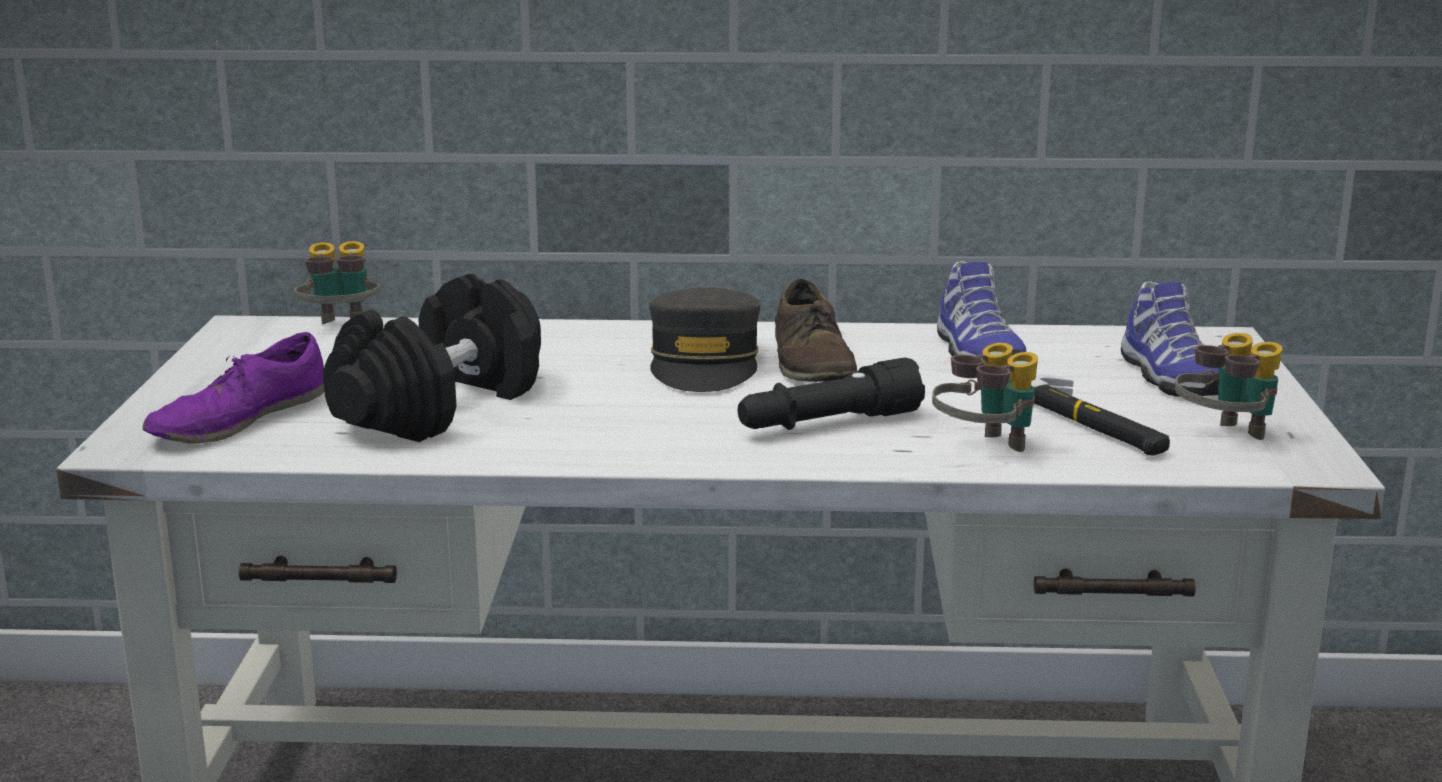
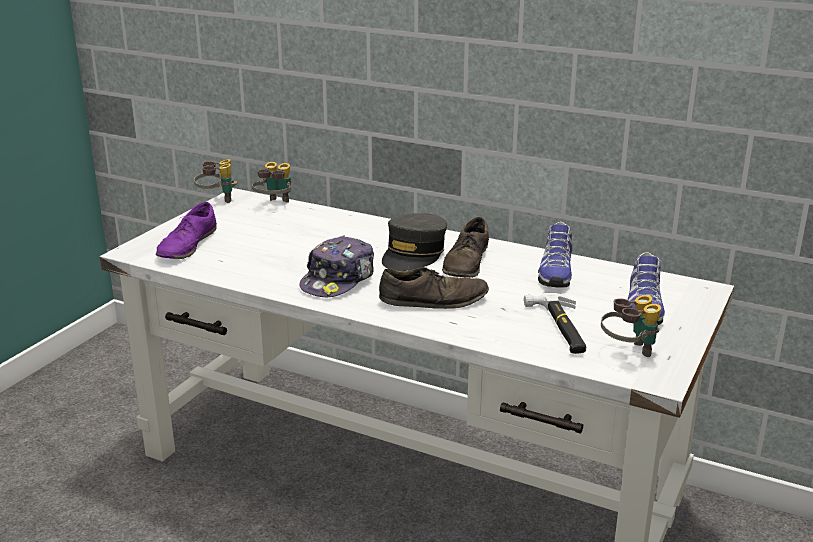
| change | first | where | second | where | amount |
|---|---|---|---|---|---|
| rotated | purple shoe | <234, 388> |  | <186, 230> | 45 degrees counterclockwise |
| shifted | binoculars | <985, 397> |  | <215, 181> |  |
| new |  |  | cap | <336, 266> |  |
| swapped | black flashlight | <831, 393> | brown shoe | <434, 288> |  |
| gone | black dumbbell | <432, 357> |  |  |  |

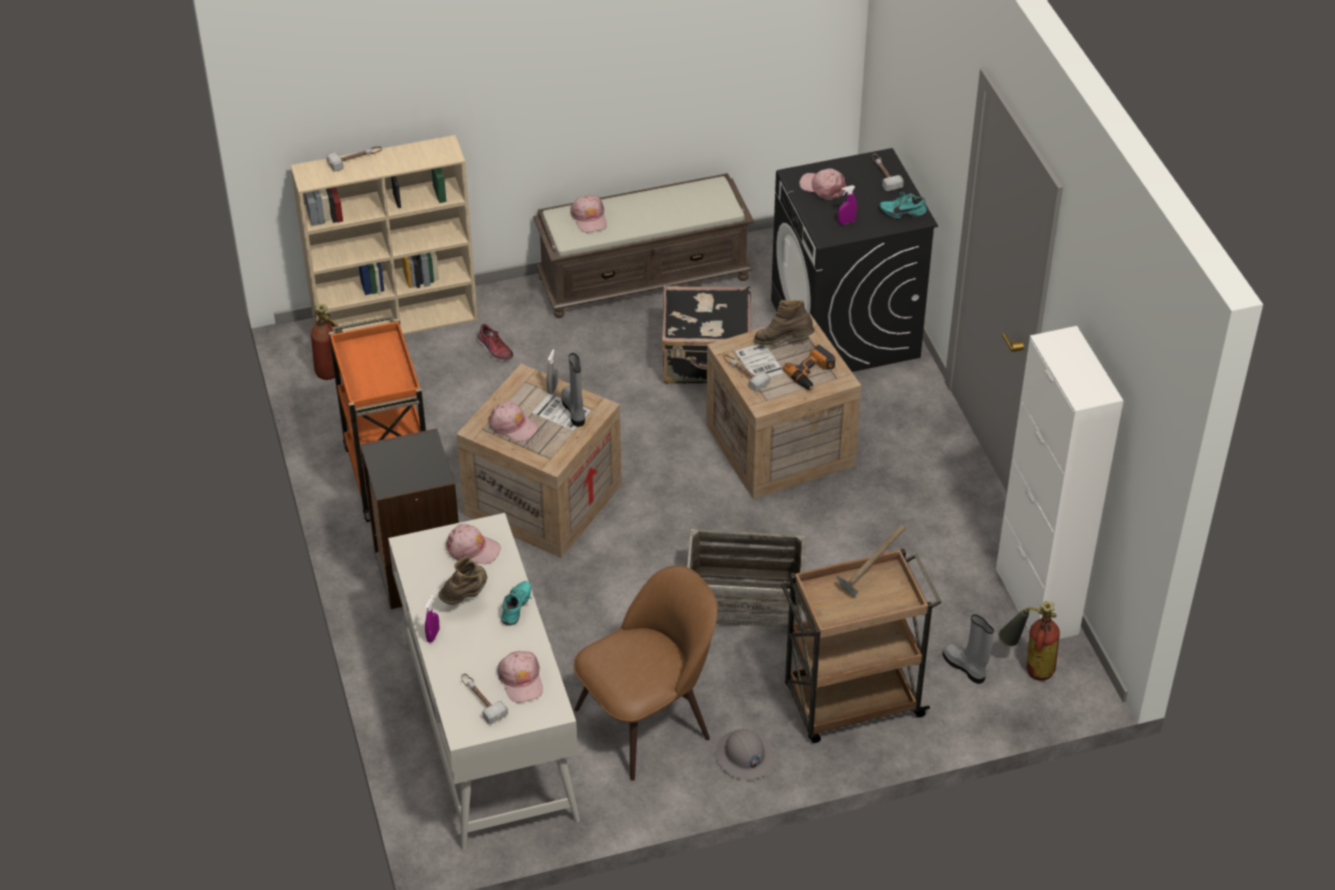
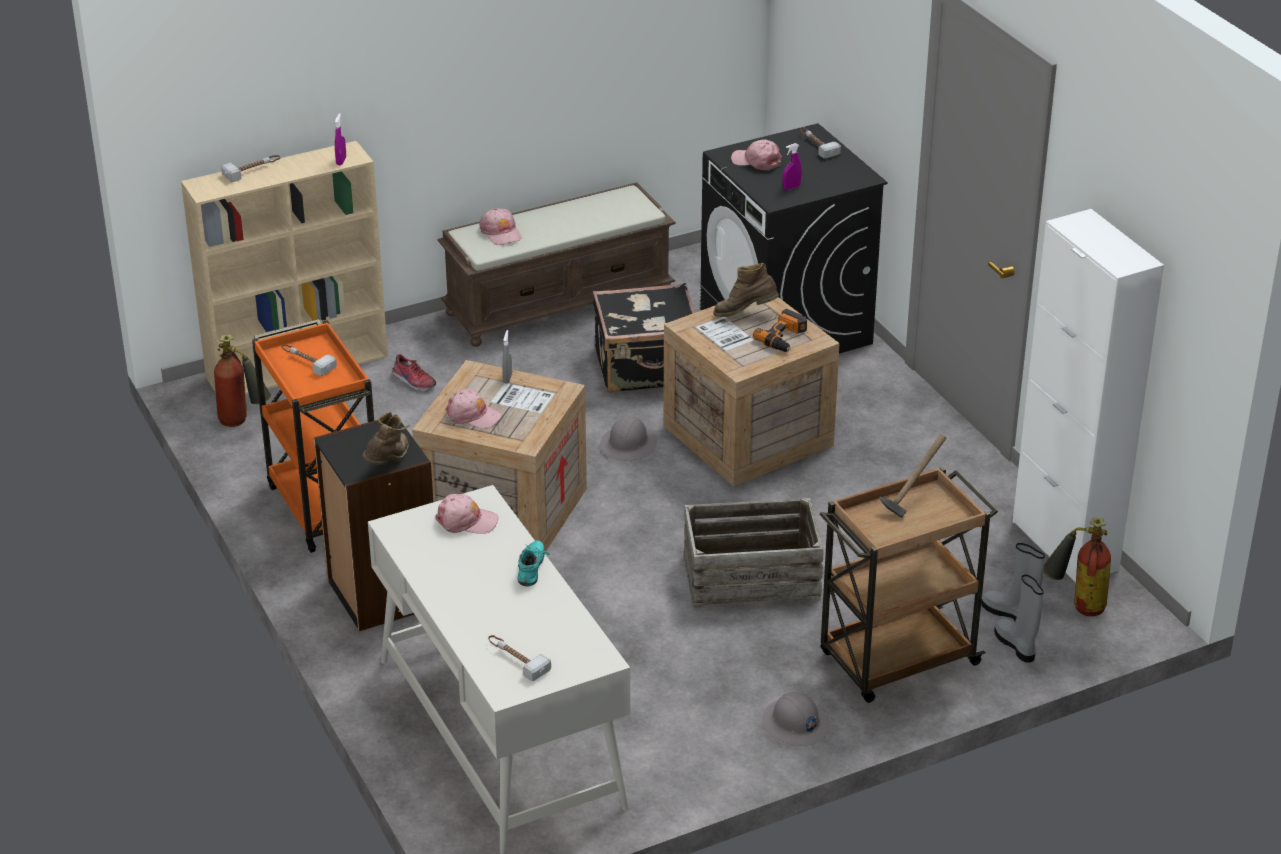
| change | first | where | second | where | amount |
|---|---|---|---|---|---|
| shifted | hammer | <746, 372> |  | <309, 360> |  |
| shifted | purple spray bottle | <432, 618> |  | <340, 139> |  |
| shifted | brown boot | <462, 580> |  | <386, 438> |  |
| new |  |  | grey hard hat | <628, 438> |  |
| shifted | grey boot | <573, 390> |  | <1018, 618> |  |
| gone | pink cap | <520, 677> |  |  |  |
| gone | brown chair | <645, 673> |  |  |  |
| gone | turquoise shoe | <903, 204> |  |  |  |

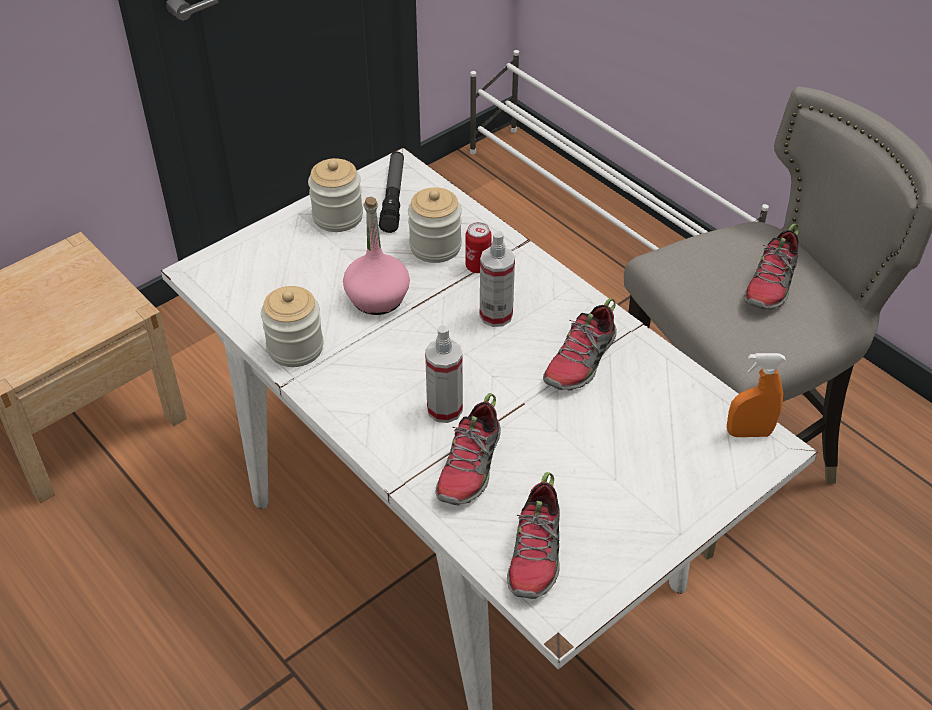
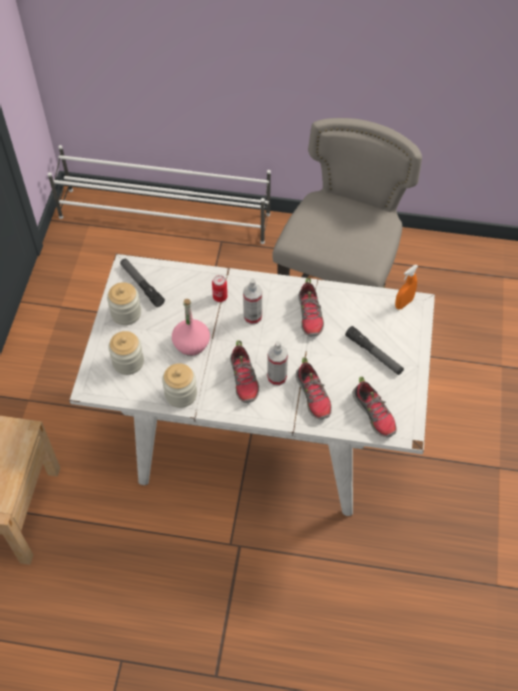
| change | first | where | second | where | amount |
|---|---|---|---|---|---|
| shifted | jar | <435, 225> |  | <126, 353> |  |
| shifted | shoe | <771, 266> |  | <244, 371> |  |
| new |  |  | flashlight | <374, 350> |  |

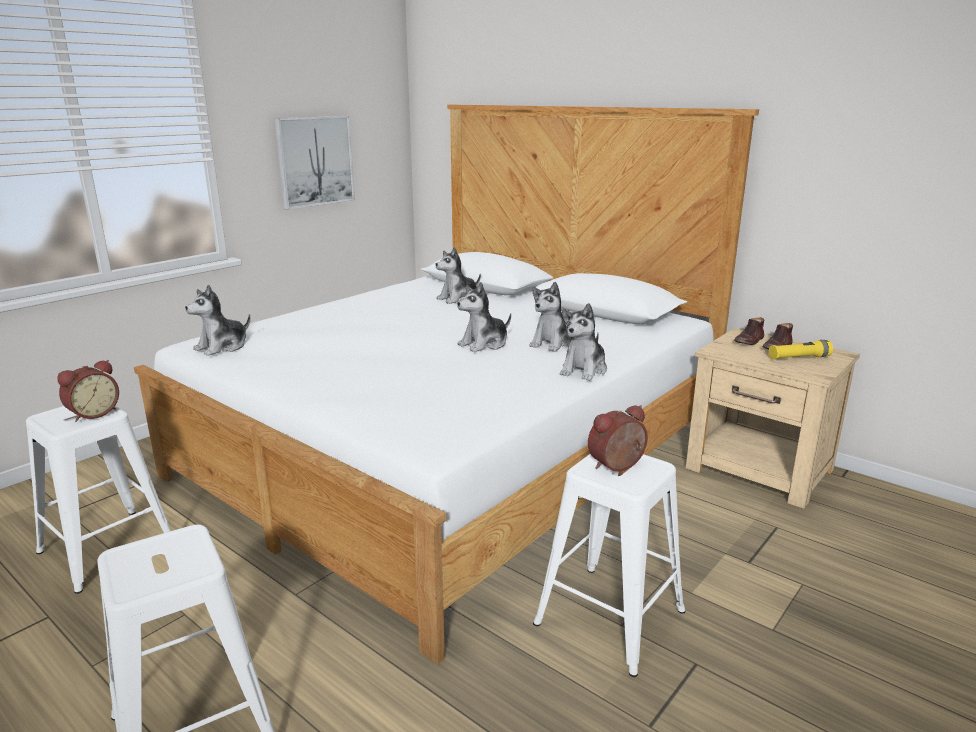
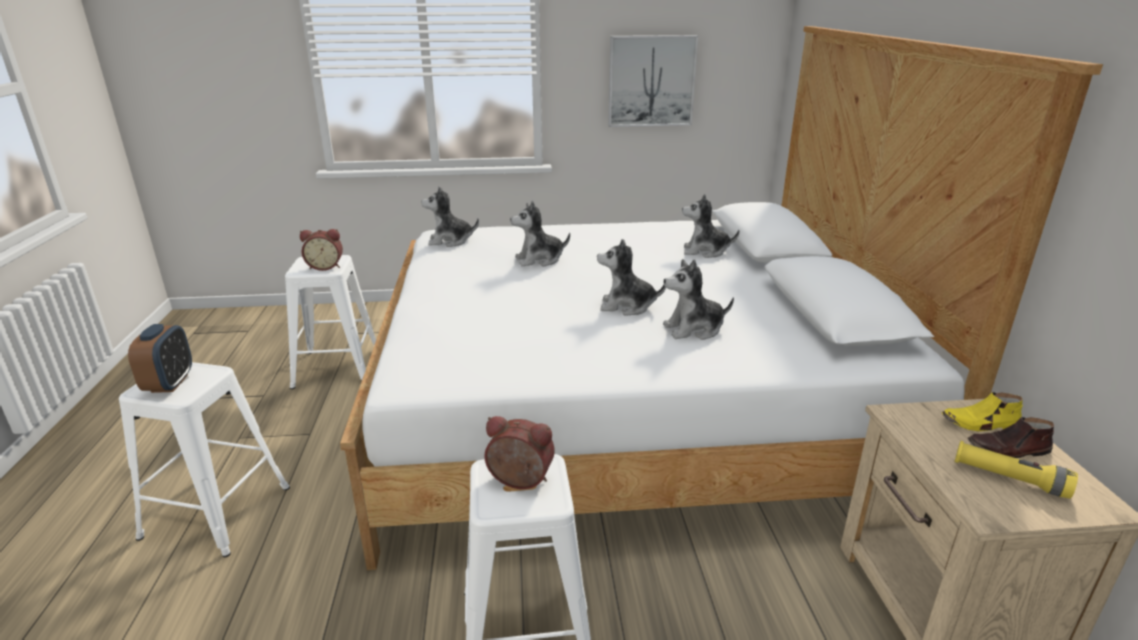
| change | first | where | second | where | amount |
|---|---|---|---|---|---|
| new |  |  | alarm clock | <160, 358> |  |
| shifted | plush toy | <583, 342> |  | <540, 233> |  |
| repainted | brown shoe | <749, 331> | yellow shoe | <982, 411> |  |

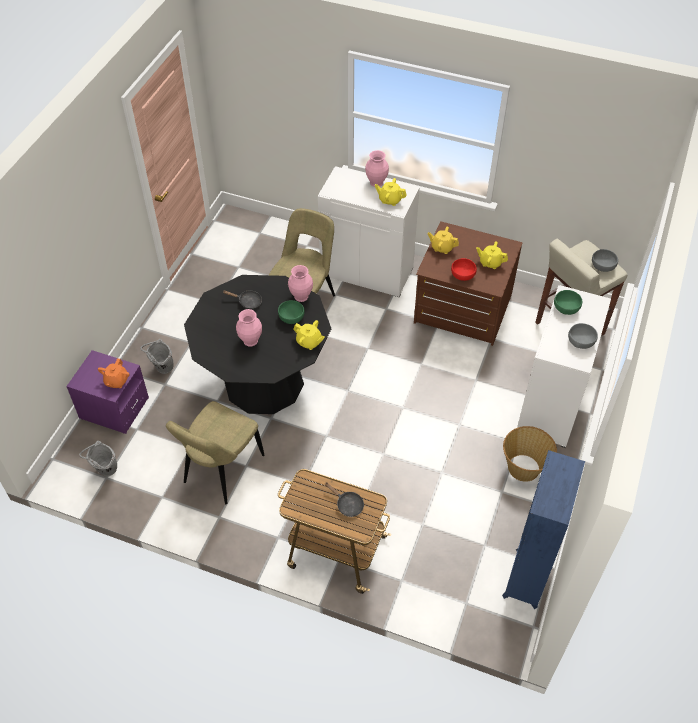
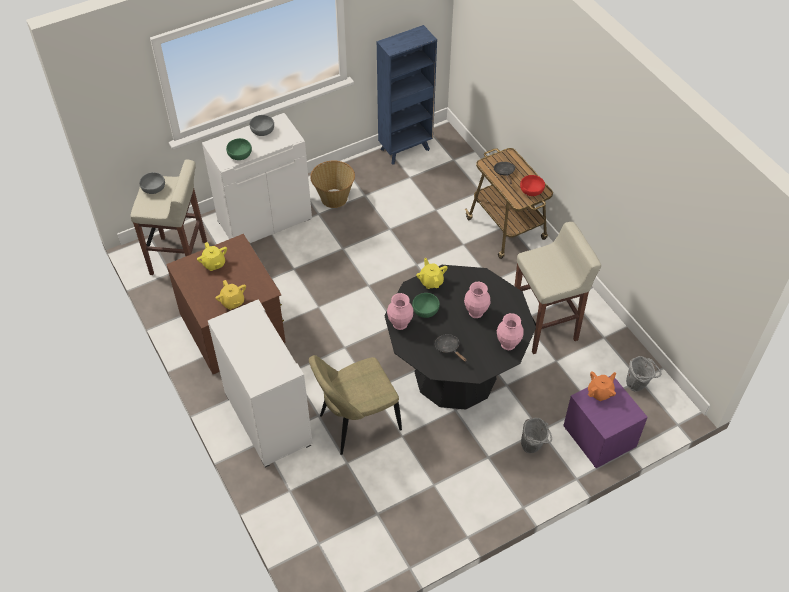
| change | first | where | second | where | amount |
|---|---|---|---|---|---|
| shifted | pink vase | <377, 168> |  | <510, 331> |  |
| swapped | beige chair | <215, 452> | beige stool | <558, 288> |  |
| shifted | red bowl | <464, 269> |  | <532, 185> |  |
| gone | yellow teapot | <391, 192> |  |  |  |

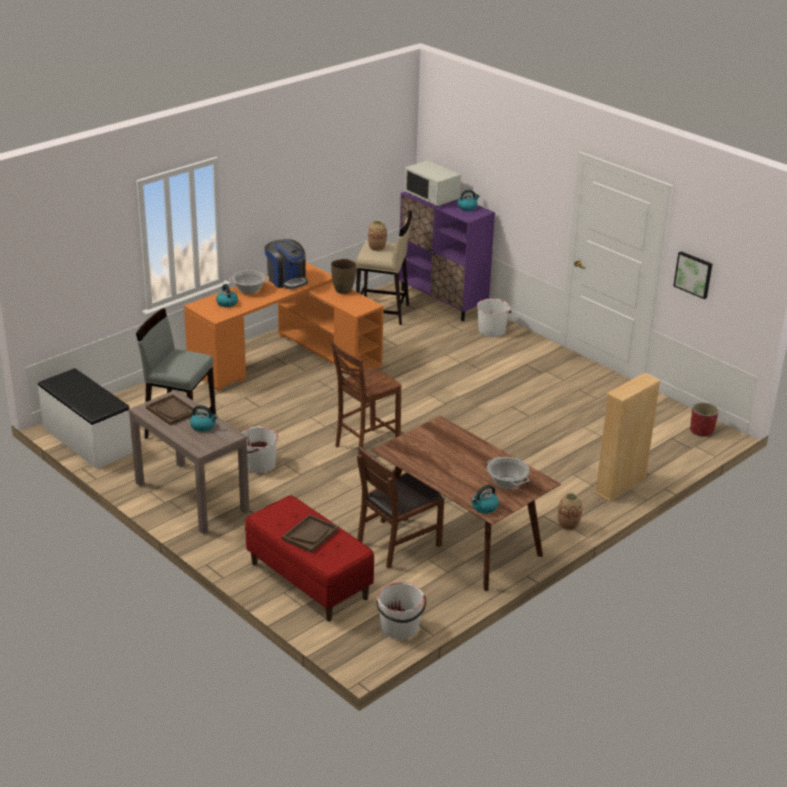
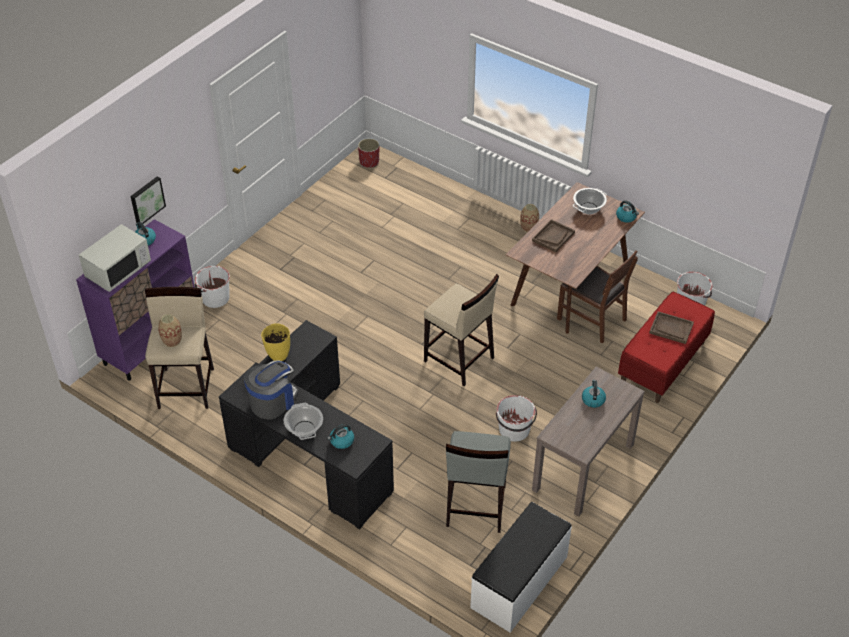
| change | first | where | second | where | amount |
|---|---|---|---|---|---|
| shifted | picture | <692, 275> |  | <148, 200> |  |
| repainted | orange desk | <284, 326> | black desk | <306, 424> |  |
| repainted | brown vase | <344, 276> | yellow vase | <275, 342> |  |
| swapped | brown chair | <366, 402> | beige stool | <461, 330> |  |
| shifted | brown tray | <172, 410> |  | <553, 235> |  |
| gone | beige bookcase | <627, 437> |  |  |  |

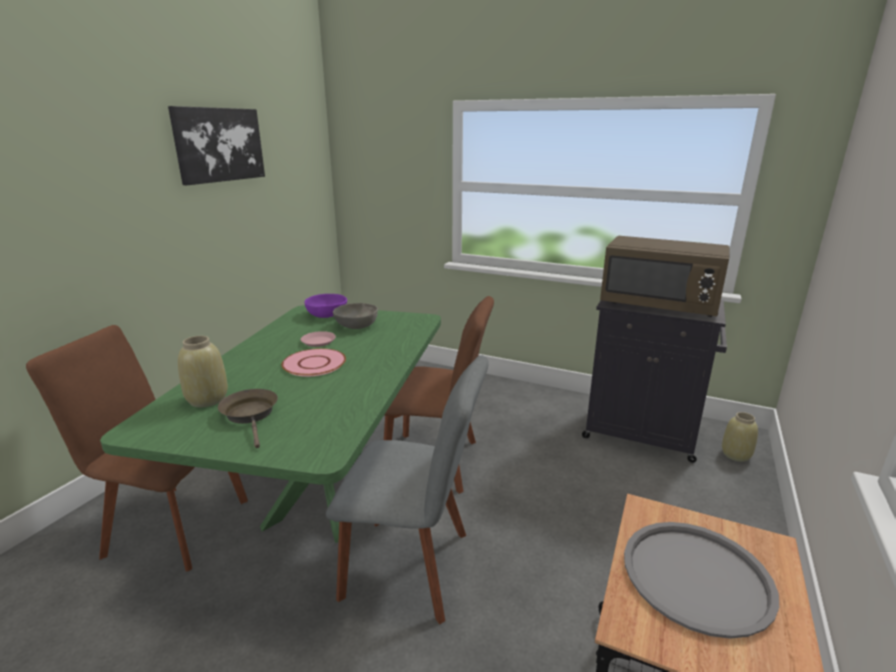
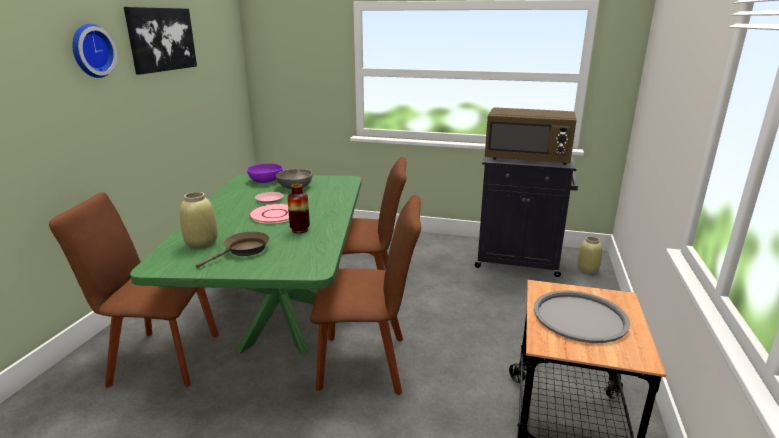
| change | first | where | second | where | amount |
|---|---|---|---|---|---|
| new |  |  | wall clock | <94, 51> |  |
| rotated | brown frying pan | <248, 418> |  | <233, 250> | 75 degrees clockwise |
| new |  |  | vase | <298, 208> |  |
| repainted | grey chair | <407, 490> | brown chair | <365, 295> |  |

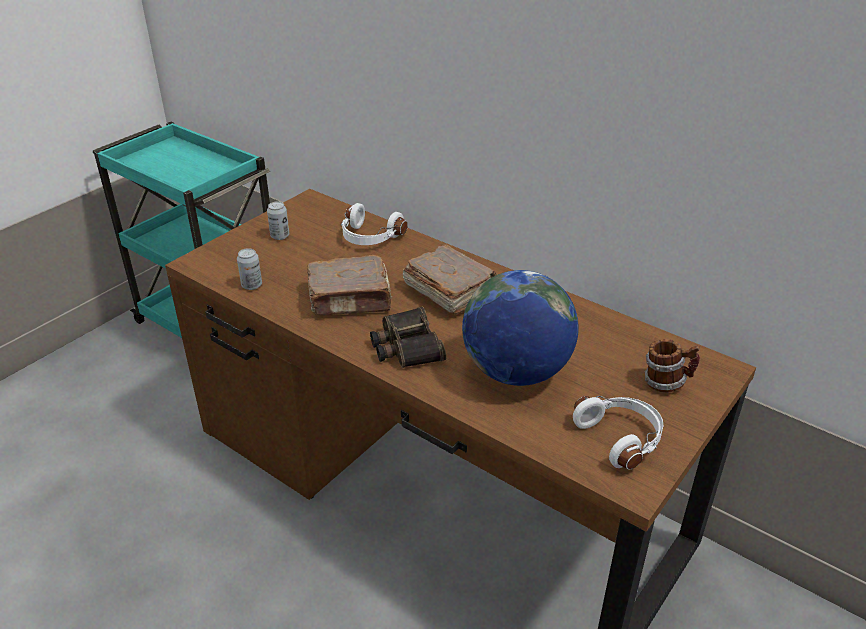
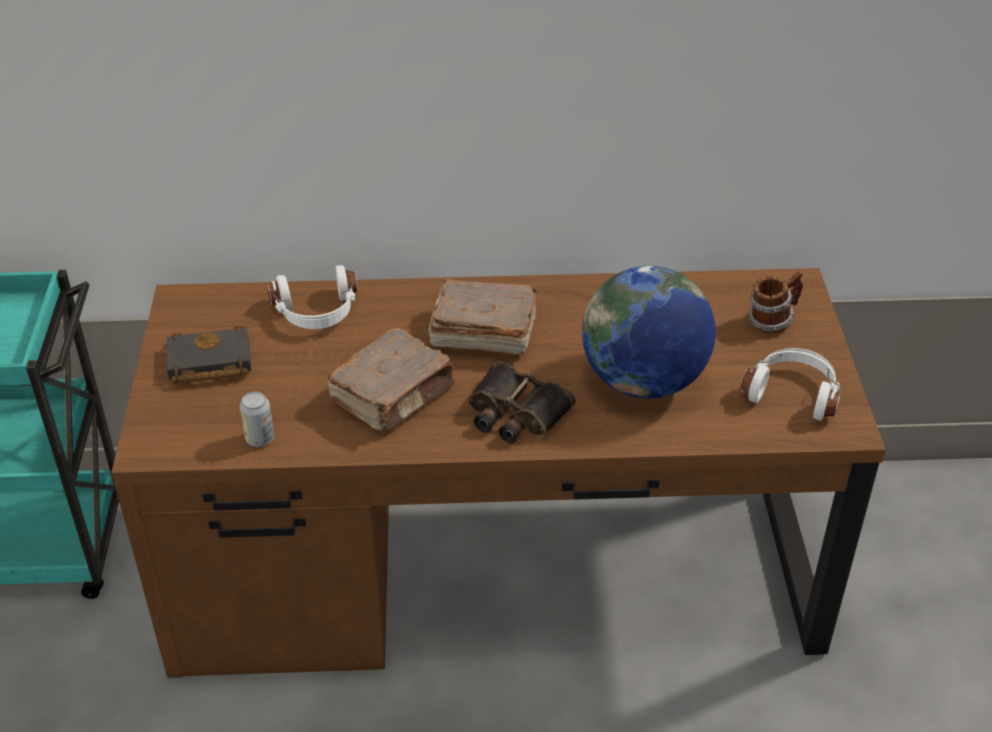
| change | first | where | second | where | amount |
|---|---|---|---|---|---|
| swapped | can | <278, 220> | black book | <209, 354> |  |

